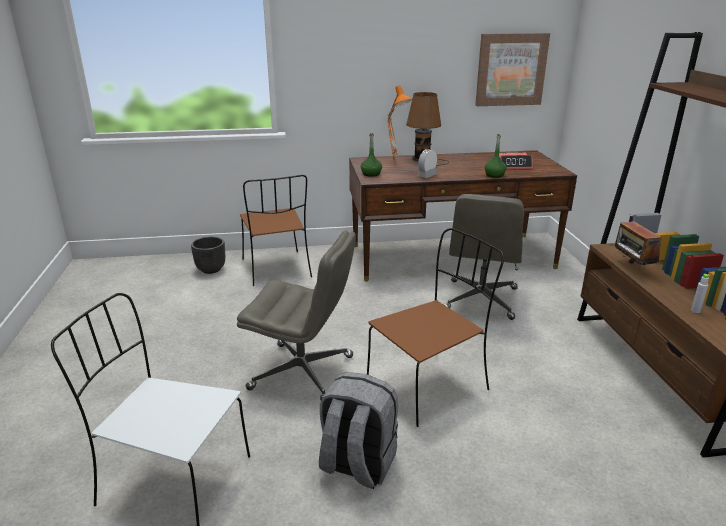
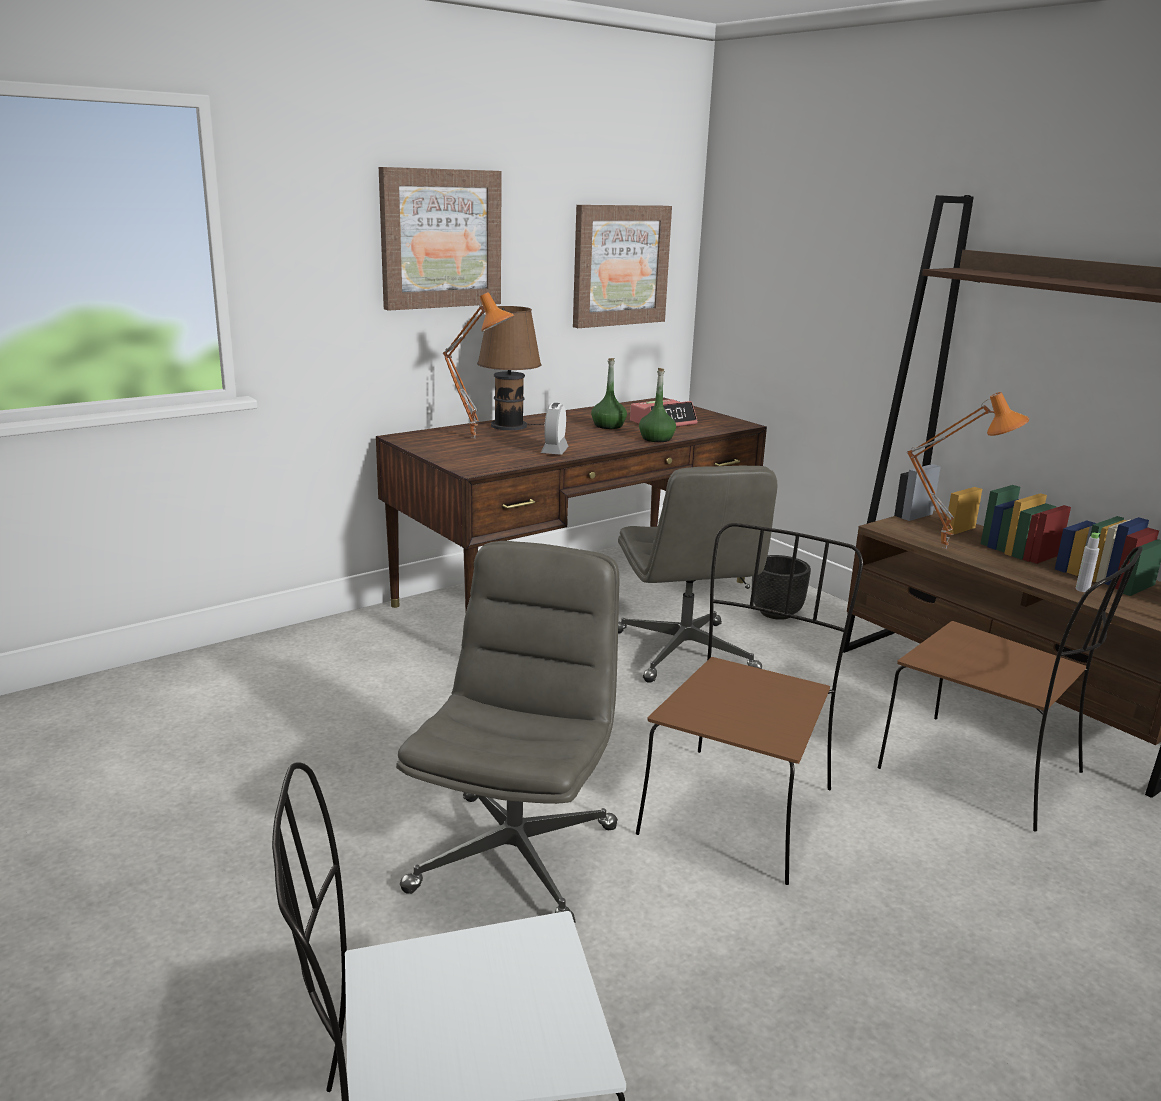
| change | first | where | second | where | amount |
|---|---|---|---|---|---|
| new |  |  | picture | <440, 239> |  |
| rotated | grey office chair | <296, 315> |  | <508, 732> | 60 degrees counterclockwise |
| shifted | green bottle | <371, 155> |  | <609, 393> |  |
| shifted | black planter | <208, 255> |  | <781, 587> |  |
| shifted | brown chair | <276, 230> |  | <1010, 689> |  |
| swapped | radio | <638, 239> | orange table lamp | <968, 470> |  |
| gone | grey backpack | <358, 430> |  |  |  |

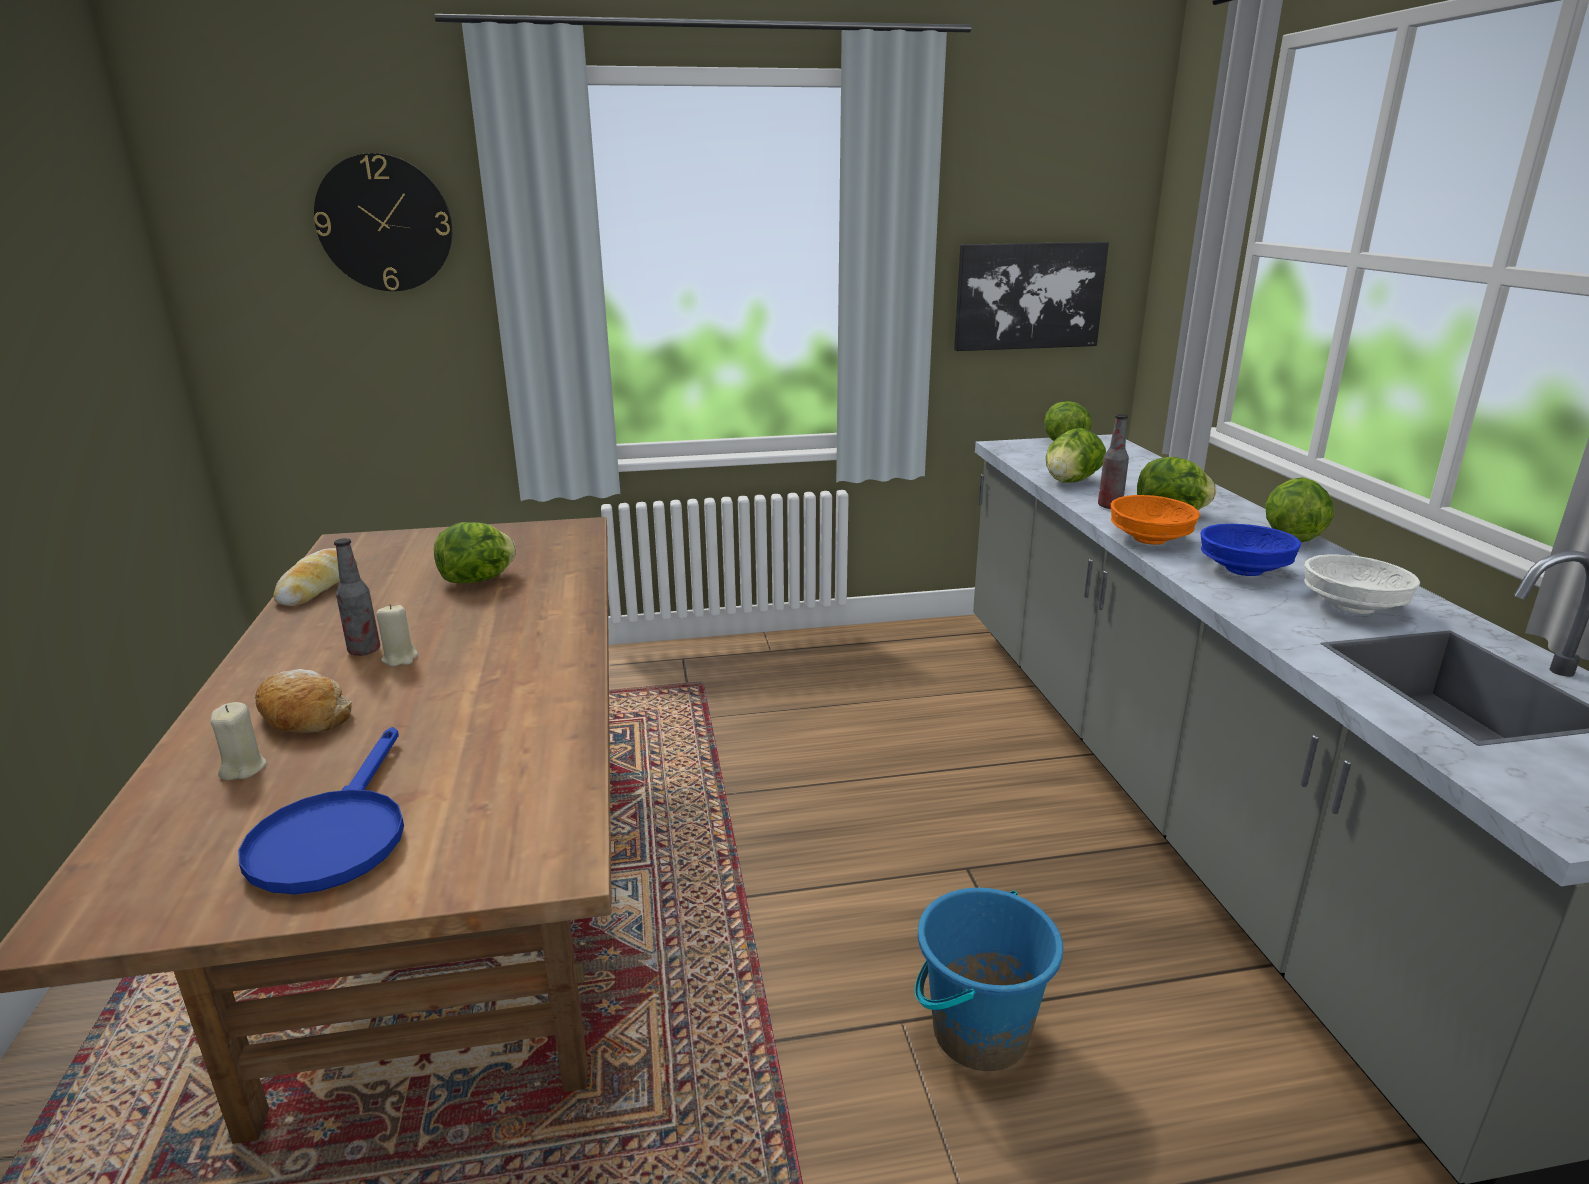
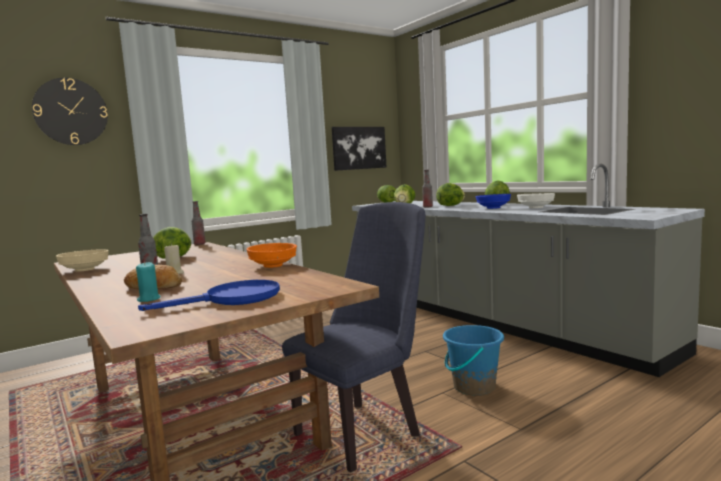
| change | first | where | second | where | amount |
|---|---|---|---|---|---|
| swapped | bread | <315, 577> | beige bowl | <82, 261> |  |
| repainted | beige candle | <239, 741> | turquoise candle | <148, 282> |  |
| rotated | blue frying pan | <321, 810> |  | <209, 295> | 90 degrees counterclockwise |
| new |  |  | bottle | <199, 223> |  |
| shifted | orange bowl | <1155, 520> |  | <272, 255> |  |
| new |  |  | blue chair | <353, 337> |  |

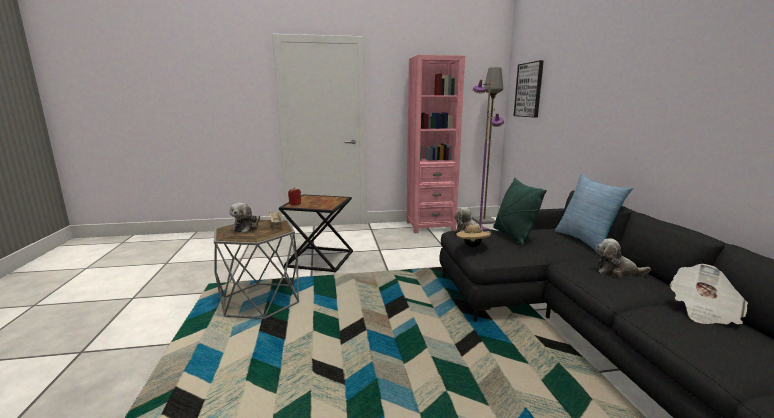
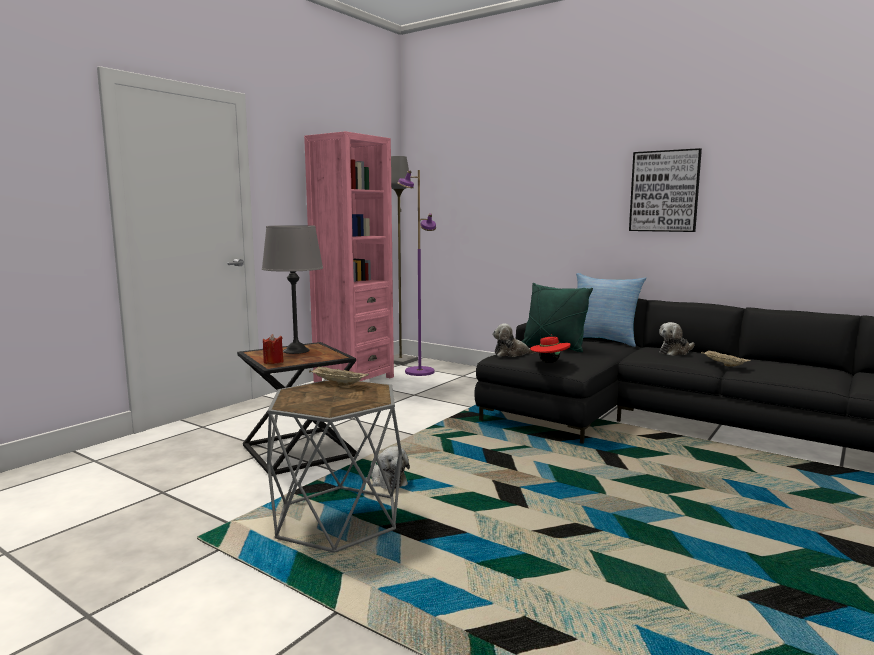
| change | first | where | second | where | amount |
|---|---|---|---|---|---|
| new |  |  | grey table lamp | <292, 289> |  |
| shifted | plush toy | <245, 218> |  | <390, 468> |  |
| repainted | beige hat | <473, 236> | red hat | <550, 348> |  |
| shifted | picture | <529, 89> |  | <665, 190> |  |
| new |  |  | beige tray | <726, 358> |  |
| gone | newspaper | <709, 294> |  |  |  |

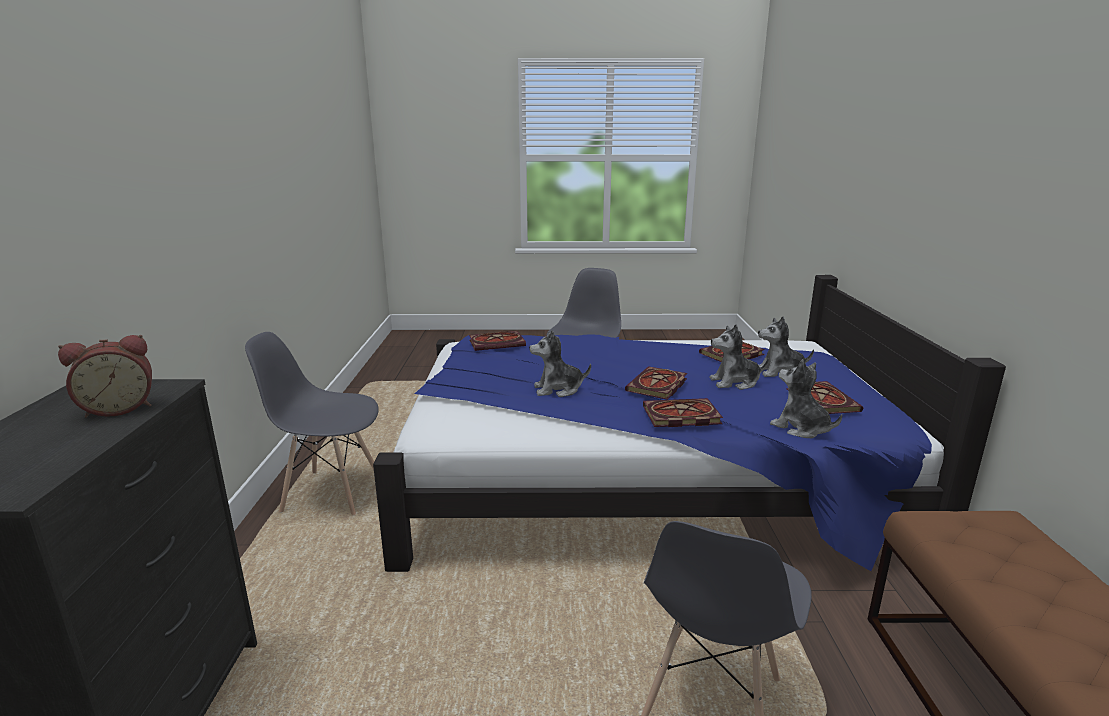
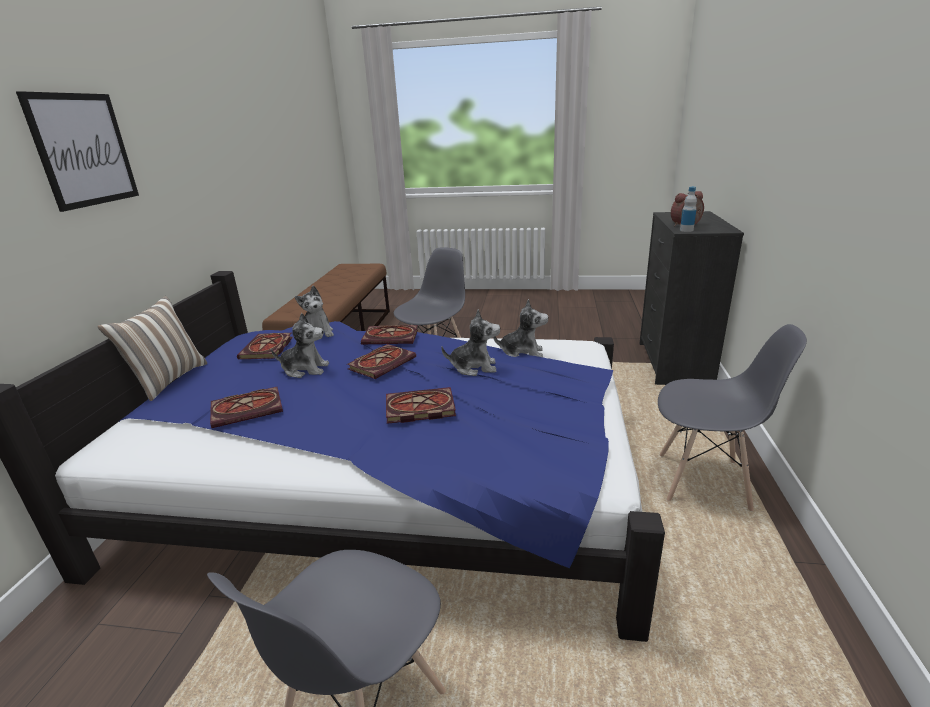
| change | first | where | second | where | amount |
|---|---|---|---|---|---|
| new |  |  | picture | <77, 151> |  |
| new |  |  | pillow | <152, 348> |  |
| shifted | book | <497, 341> |  | <421, 405> |  |
| shifted | plush toy | <786, 346> |  | <521, 328> |  |
| new |  |  | bottle | <688, 209> |  |

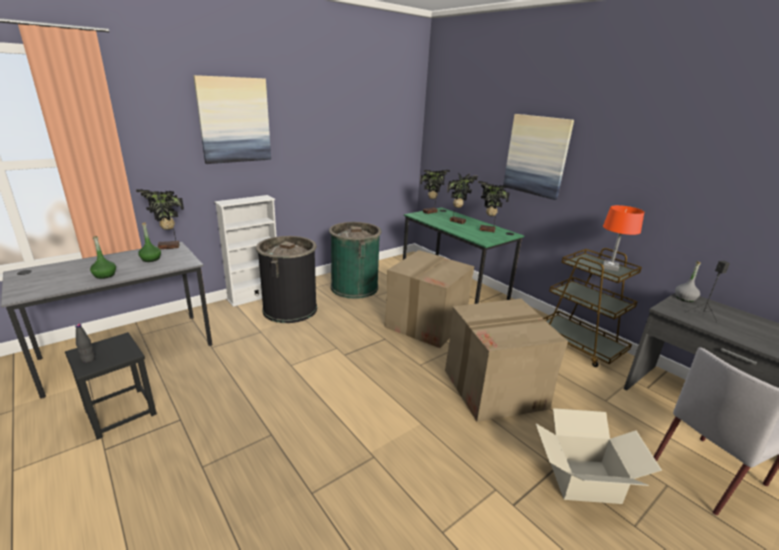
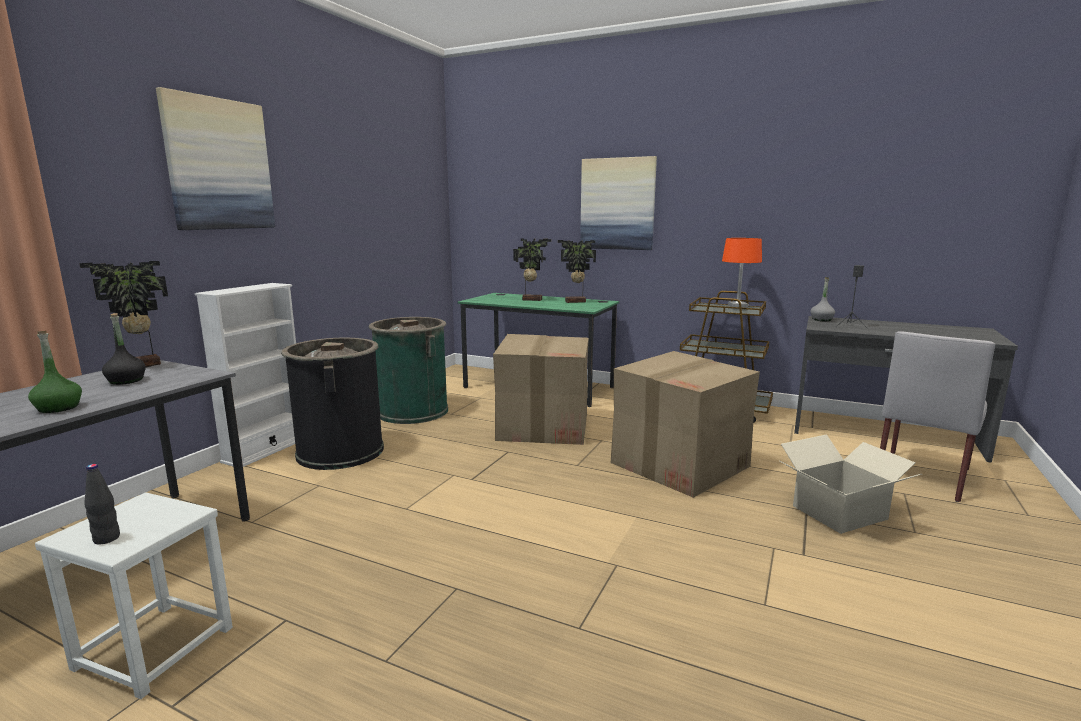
| change | first | where | second | where | amount |
|---|---|---|---|---|---|
| repainted | black stool | <111, 386> | white stool | <134, 595> |  |
| repainted | green bottle | <149, 242> | black bottle | <124, 349> |  |
| gone | potted plant | <435, 192> |  |  |  |

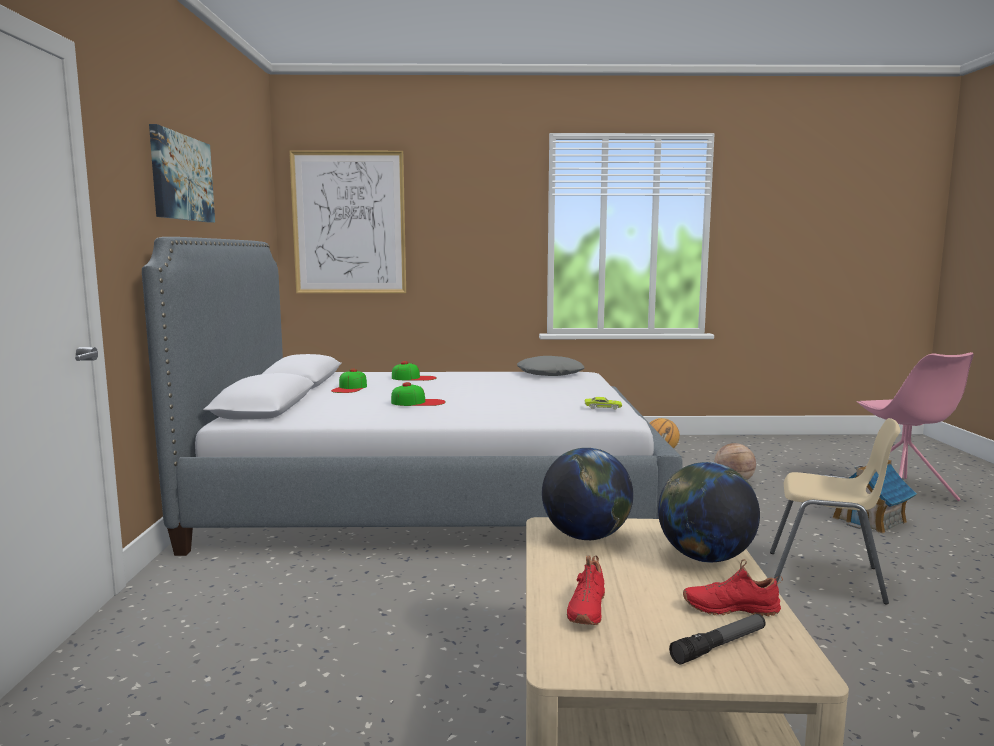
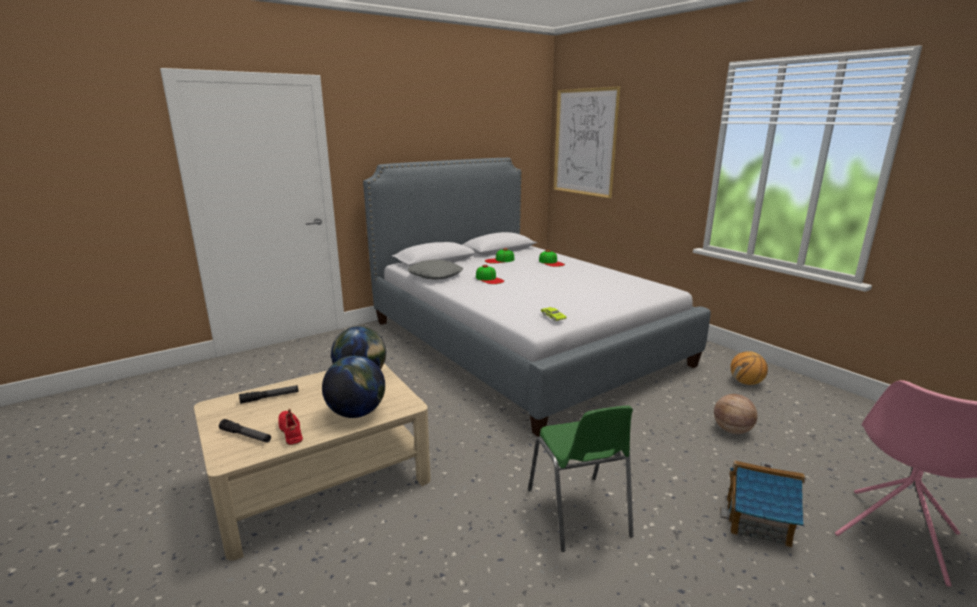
| change | first | where | second | where | amount |
|---|---|---|---|---|---|
| swapped | red shoe | <586, 590> | flashlight | <269, 394> |  |
| shifted | grey pillow | <551, 366> |  | <435, 269> |  |
| repainted | beige chair | <835, 511> | green chair | <580, 479> |  |
| gone | picture | <182, 173> |  |  |  |

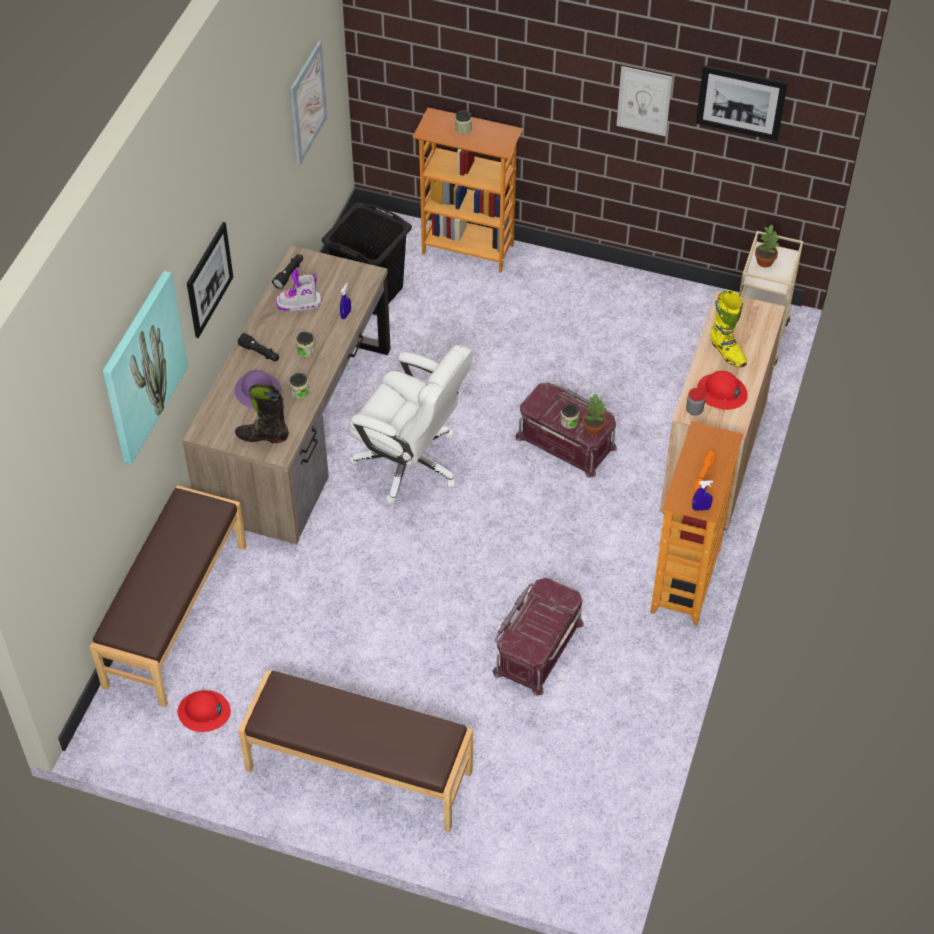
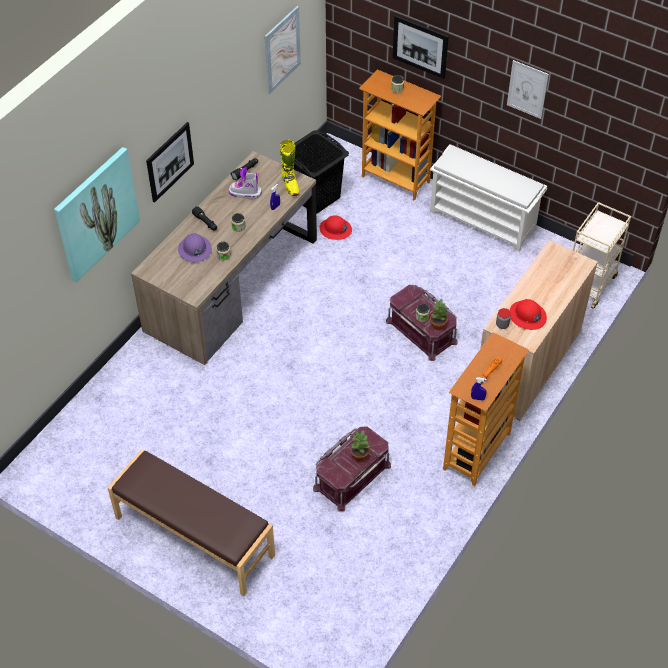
| change | first | where | second | where | amount |
|---|---|---|---|---|---|
| shifted | yellow boot | <728, 328> |  | <289, 168> |  |
| shifted | red hard hat | <204, 711> |  | <335, 227> |  |
| shifted | potted plant | <767, 246> |  | <359, 445> |  |
| shifted | picture | <742, 103> |  | <421, 47> |  |
| new |  |  | white shoe rack | <488, 198> |  |
| gone | brown bench | <168, 596> |  |  |  |
| gone | black boot | <262, 413> |  |  |  |
| gone | white office chair | <410, 425> |  |  |  |

